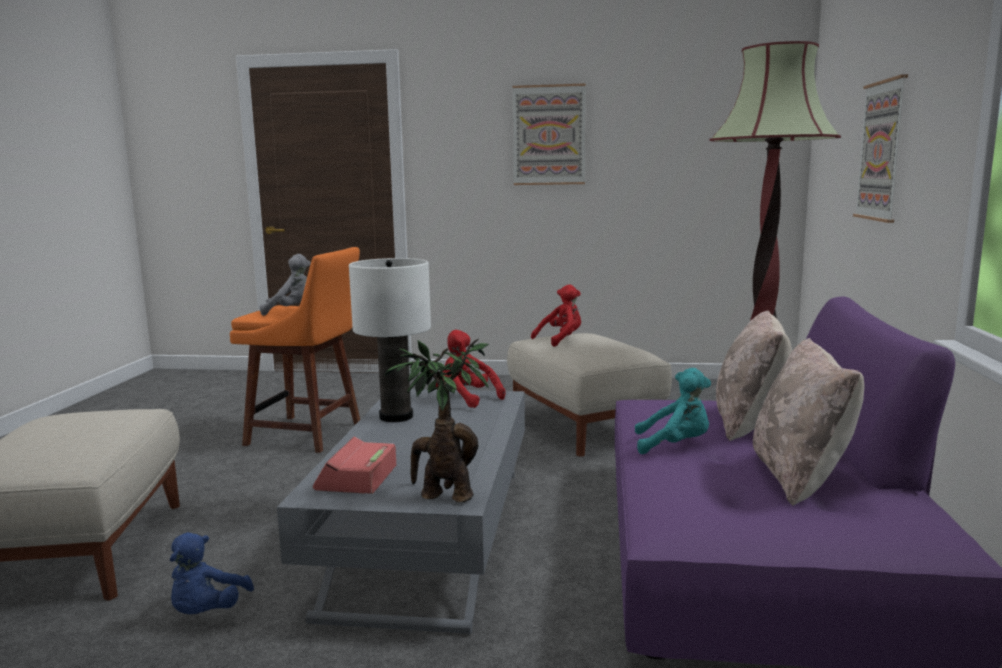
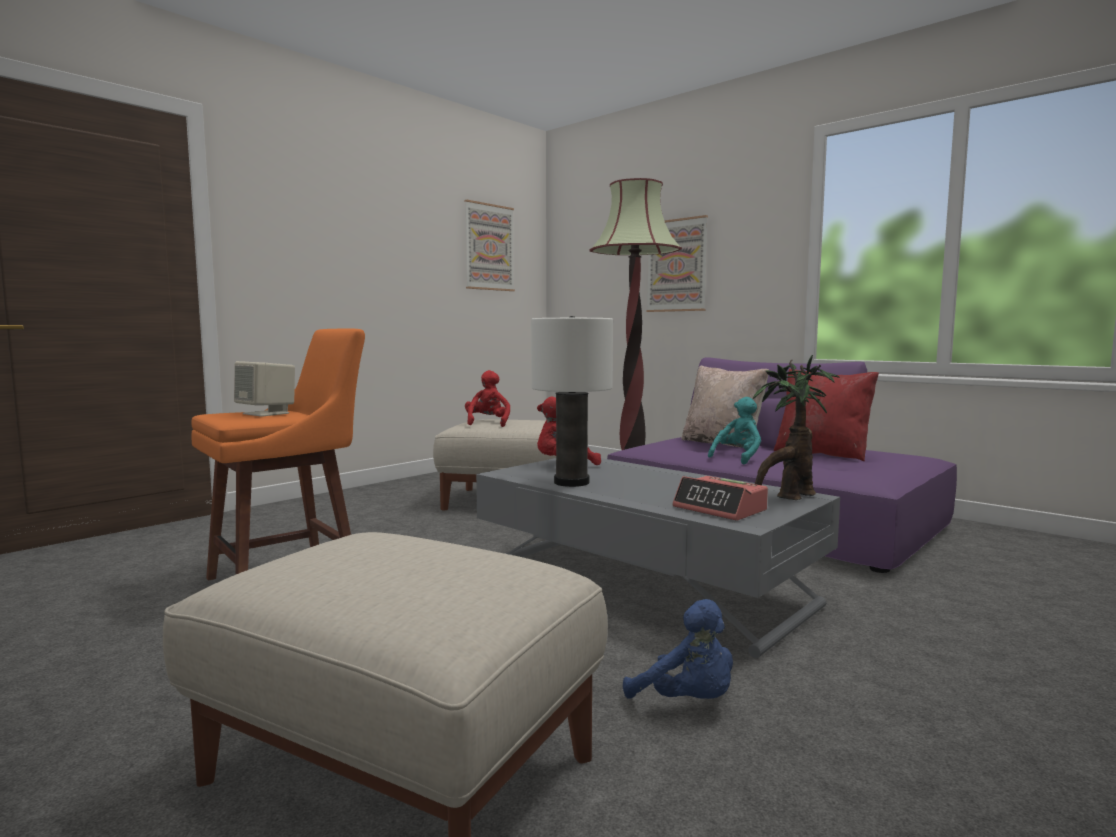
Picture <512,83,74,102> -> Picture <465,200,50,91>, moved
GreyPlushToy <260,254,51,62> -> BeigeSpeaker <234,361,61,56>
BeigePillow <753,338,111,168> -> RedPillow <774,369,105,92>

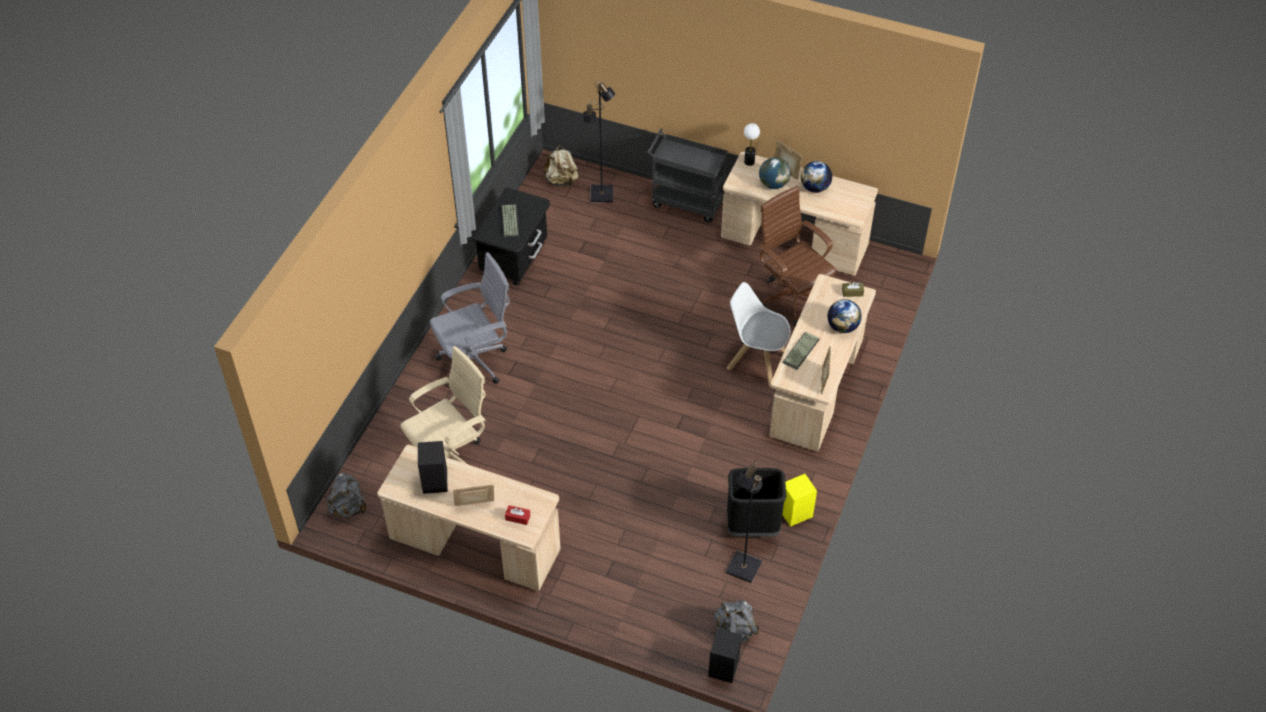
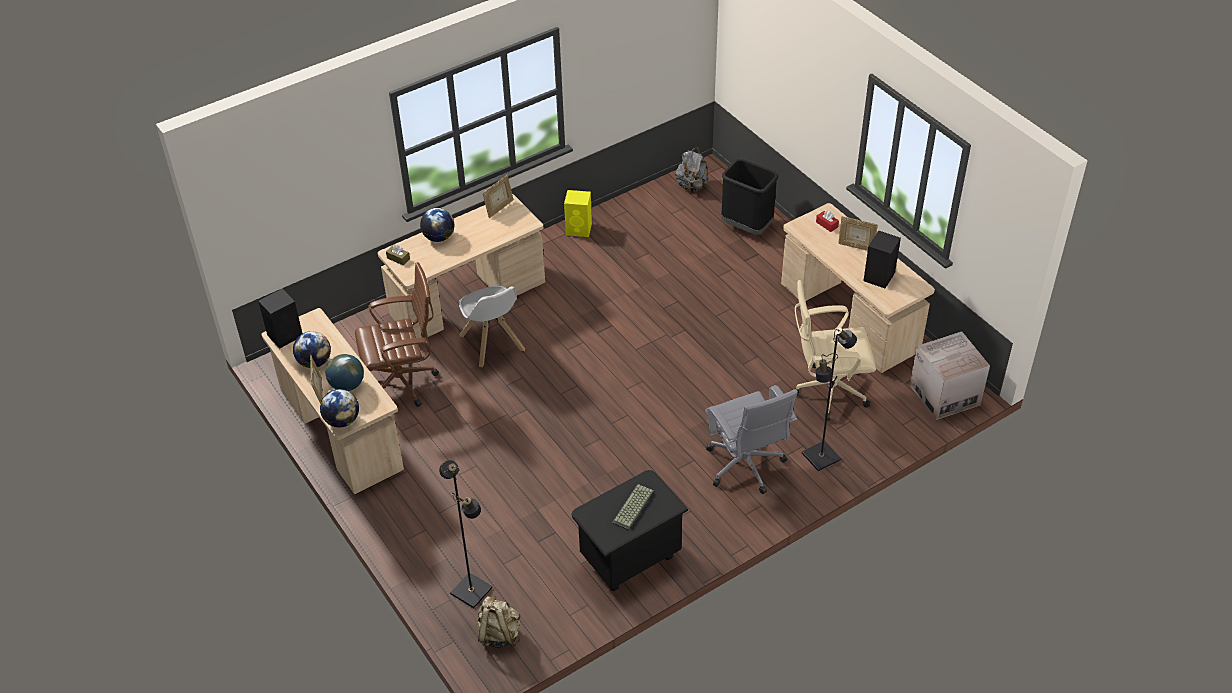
TableLamp <744,123,16,43> -> Globe <320,389,39,39>
GreyCart <647,129,81,94> -> none
BrownOfficeChair <757,186,79,140> -> BrownOfficeChair <355,262,84,145>, 105 degrees counterclockwise
GreyOfficeChair <430,252,80,132> -> GreyOfficeChair <705,385,93,109>, 120 degrees counterclockwise
Keyboard <783,332,37,38> -> none
BlackFloorLamp <726,461,36,122> -> BlackFloorLamp <802,328,55,144>, moved
BlackTrashCan <727,468,59,69> -> BlackTrashCan <721,159,57,76>, moved
GreyBackpack <326,473,40,45> -> CardboardBox <910,332,80,88>
BlackSpeaker <708,628,34,55> -> BlackSpeaker <258,289,45,60>, moved

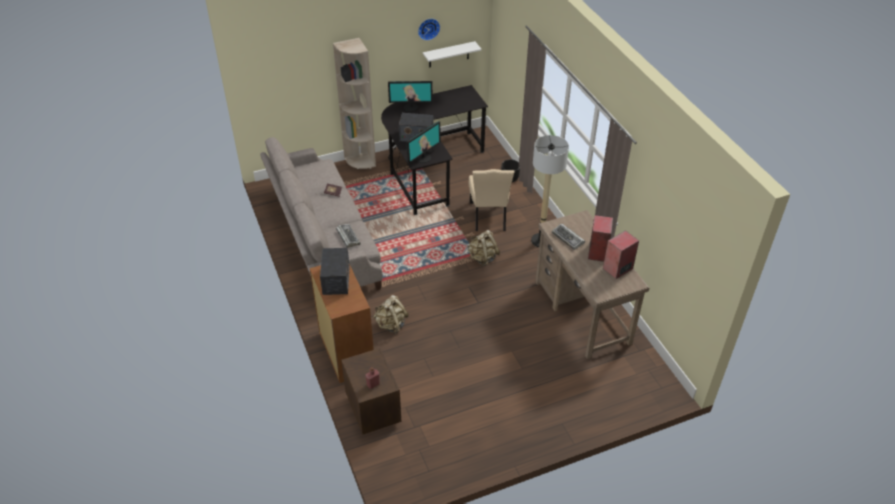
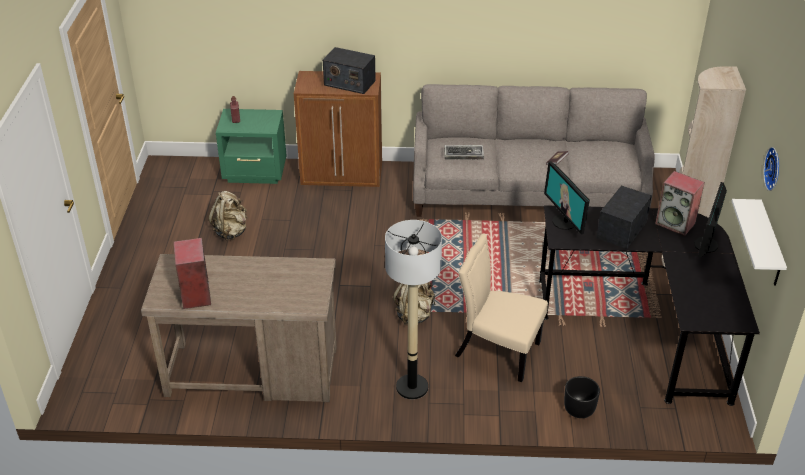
Speaker <588,215,25,47> -> Speaker <655,171,50,65>, moved
Keyboard <552,224,33,26> -> none
BeigeBackpack <373,295,36,39> -> BeigeBackpack <209,191,38,49>, moved
BrownNightstand <341,348,60,87> -> GreenNightstand <216,109,71,75>

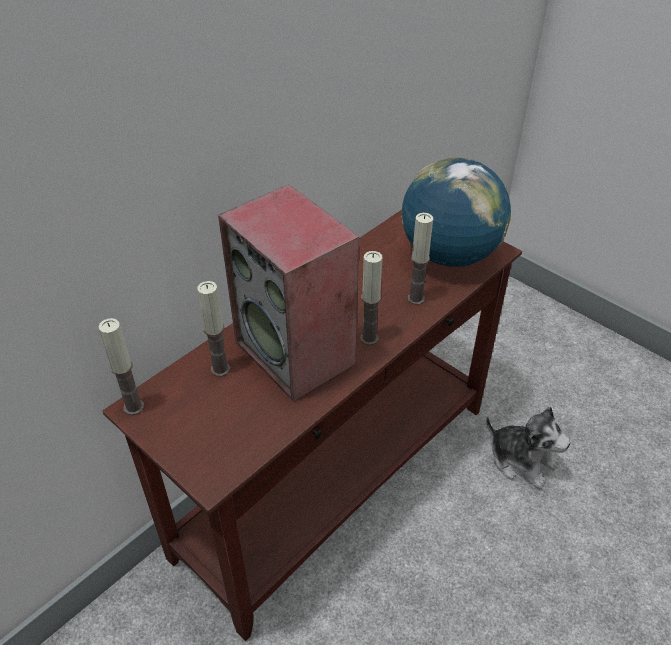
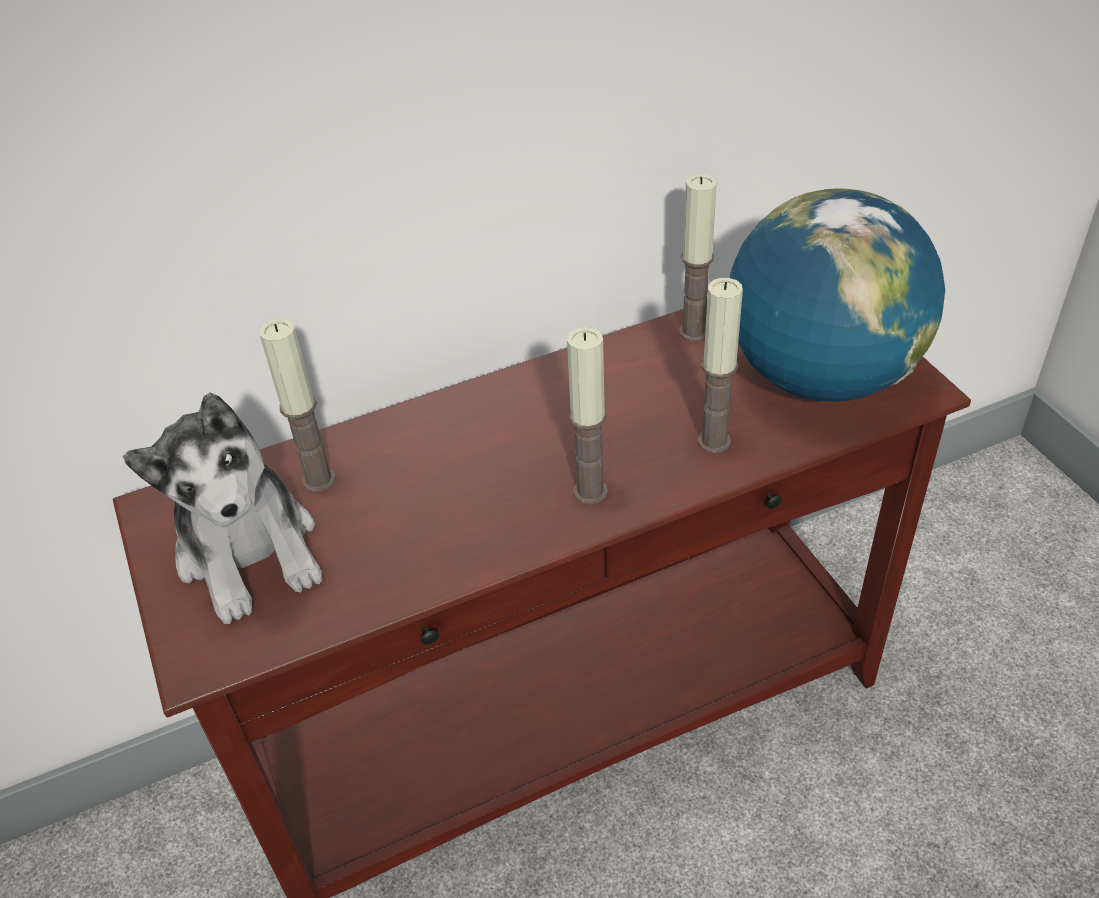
Speaker <218,184,141,218> -> none
Candle <98,318,46,97> -> Candle <679,174,38,167>, moved
PlushToy <486,407,85,82> -> PlushToy <123,393,200,231>, moved

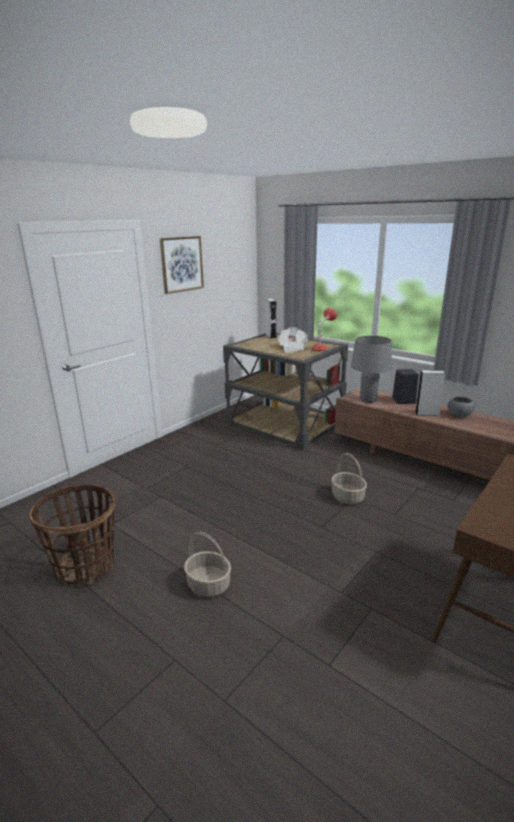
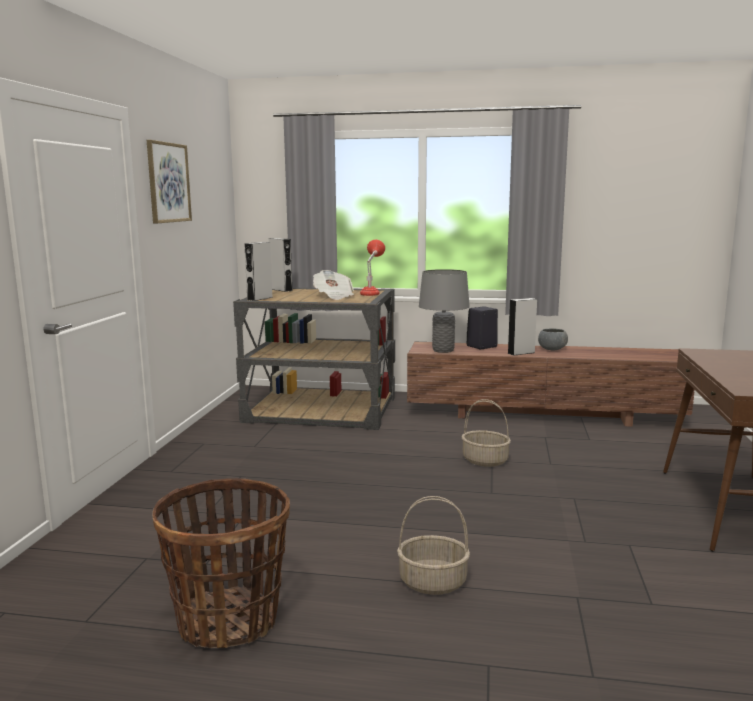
none -> GreySpeaker <244,242,29,59>

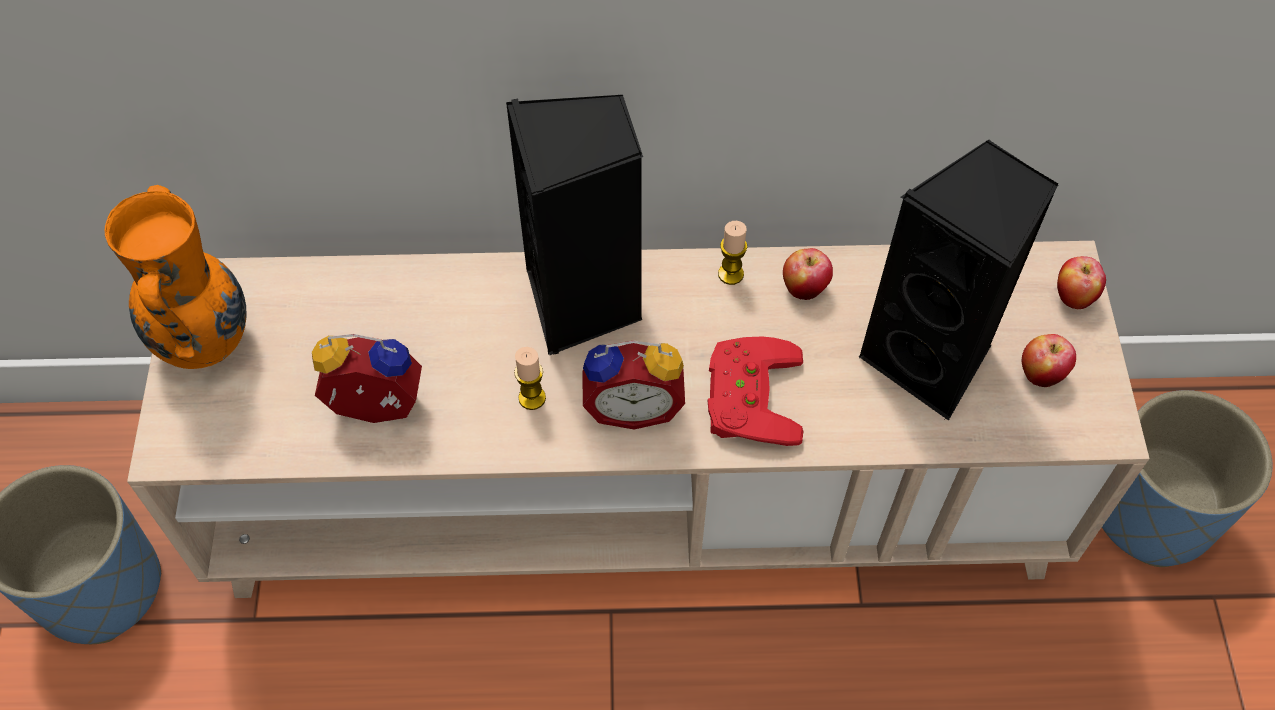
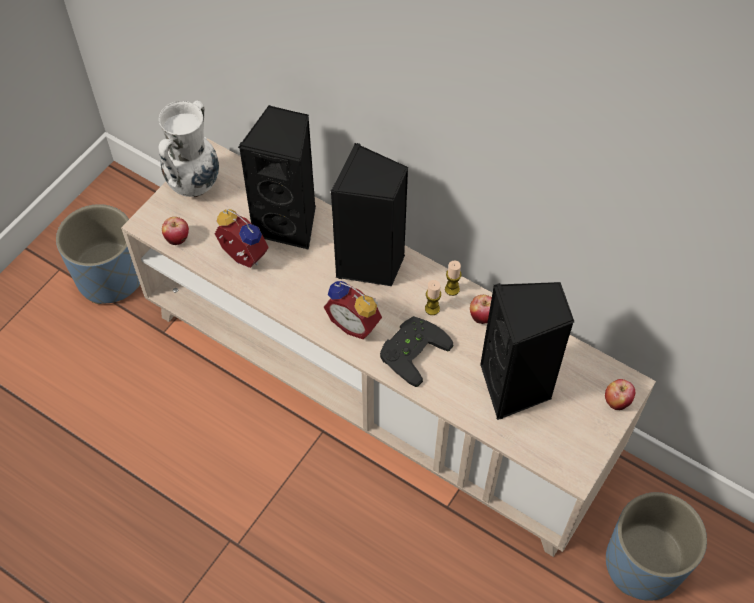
OrangeVase <105,185,142,184> -> WhiteVase <158,100,61,97>
Apple <1022,334,54,53> -> Apple <162,217,27,28>, moved
RedGameController <708,336,95,110> -> BlackGameController <380,316,74,71>
Candle <514,347,32,63> -> Candle <425,280,16,35>, moved
none -> BlackSpeaker <238,105,78,145>

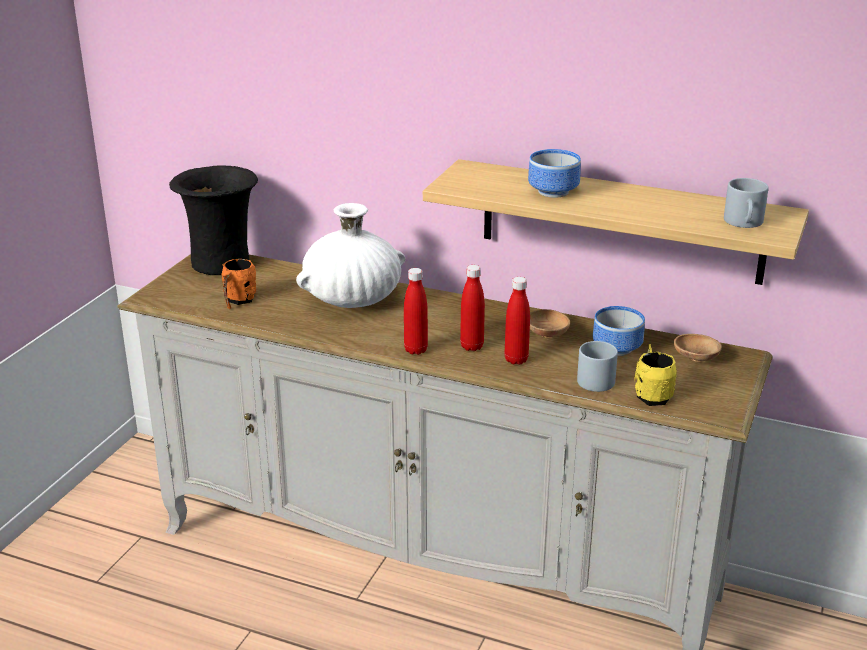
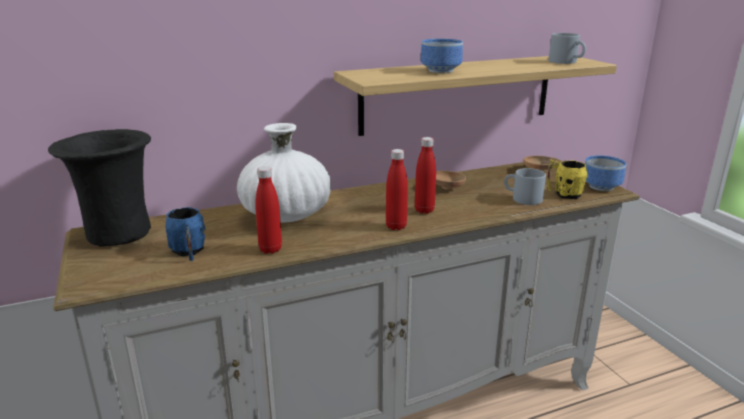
OrangeMug <221,259,35,50> -> BlueMug <165,207,41,54>
RedBottle <505,277,25,88> -> RedBottle <255,166,27,88>, moved
Bowl <593,306,52,50> -> Bowl <585,155,41,36>, moved

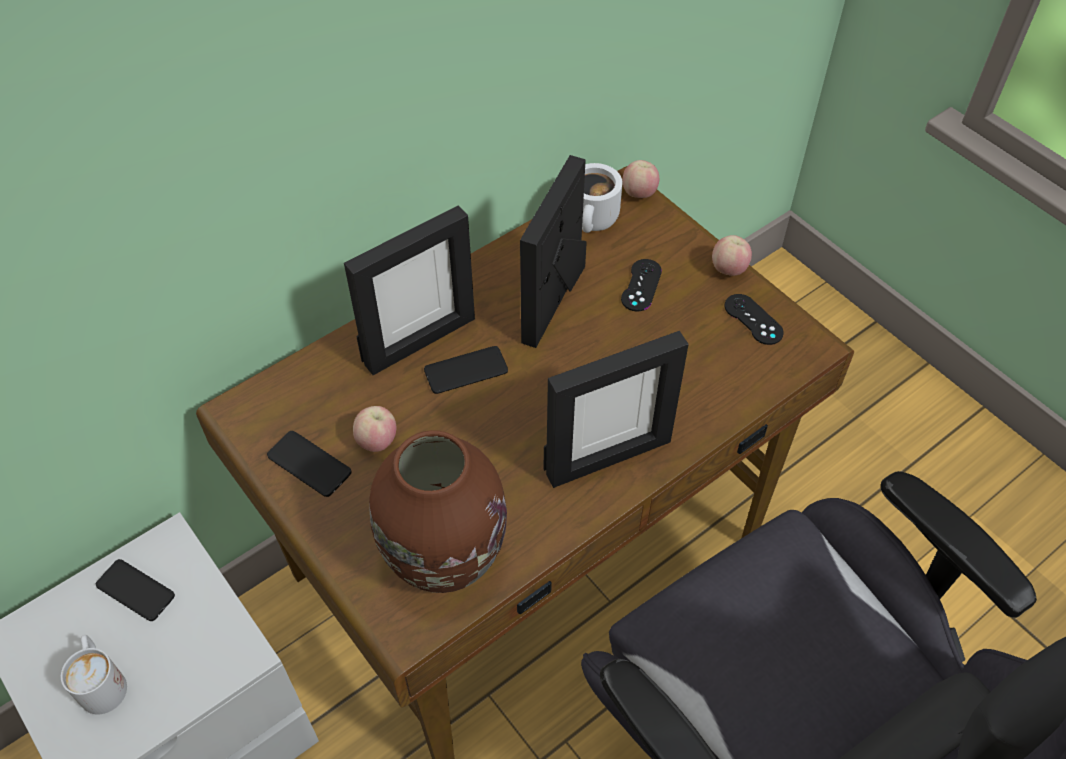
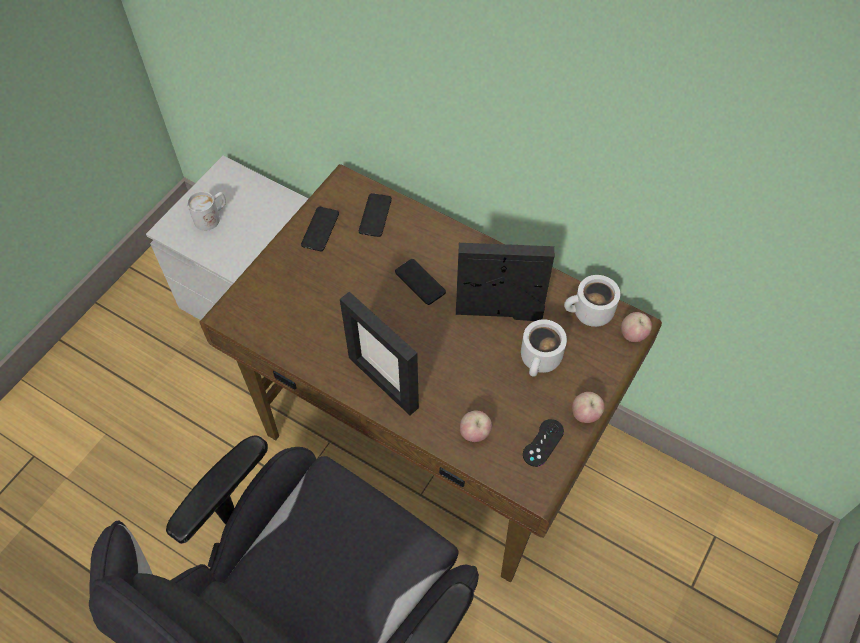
PictureFrame <344,205,131,170> -> none
BlackGameController <621,259,41,53> -> WhiteMug <521,319,46,58>
Apple <353,406,43,46> -> Apple <460,410,32,32>, moved
BrownVase <369,430,138,163> -> none
Phone <96,559,79,62> -> Phone <359,193,33,44>, moved

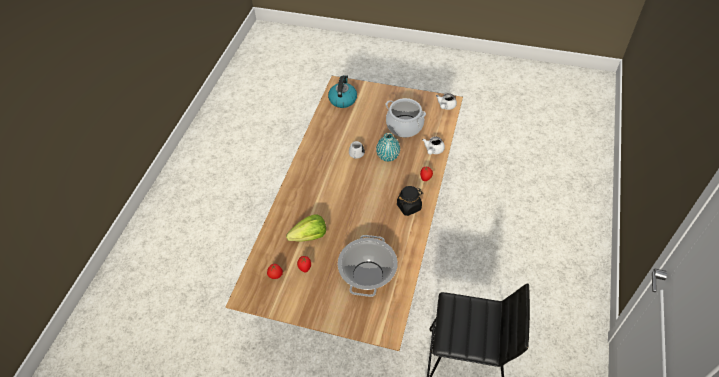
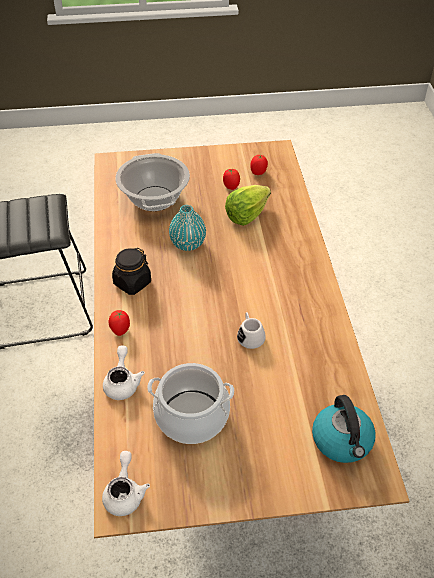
TurquoiseVase <376,133,24,28> -> TurquoiseVase <169,205,37,46>, moved

